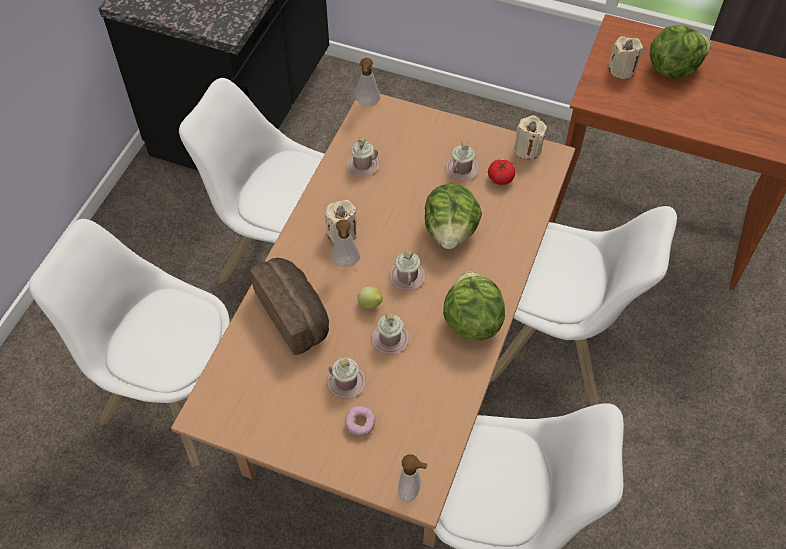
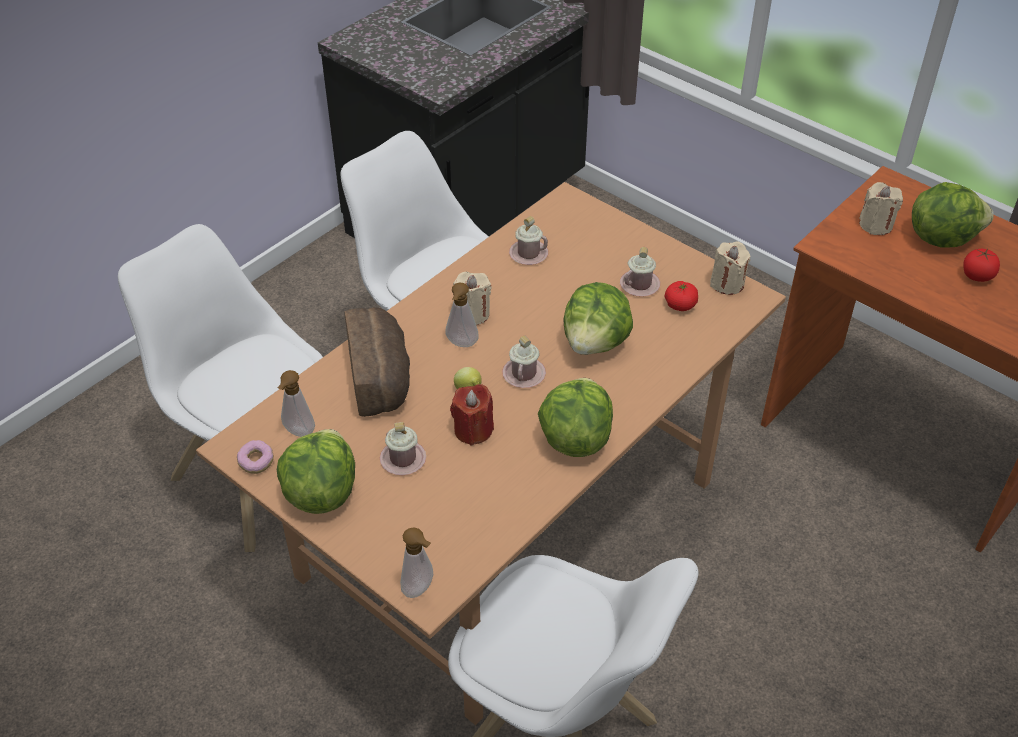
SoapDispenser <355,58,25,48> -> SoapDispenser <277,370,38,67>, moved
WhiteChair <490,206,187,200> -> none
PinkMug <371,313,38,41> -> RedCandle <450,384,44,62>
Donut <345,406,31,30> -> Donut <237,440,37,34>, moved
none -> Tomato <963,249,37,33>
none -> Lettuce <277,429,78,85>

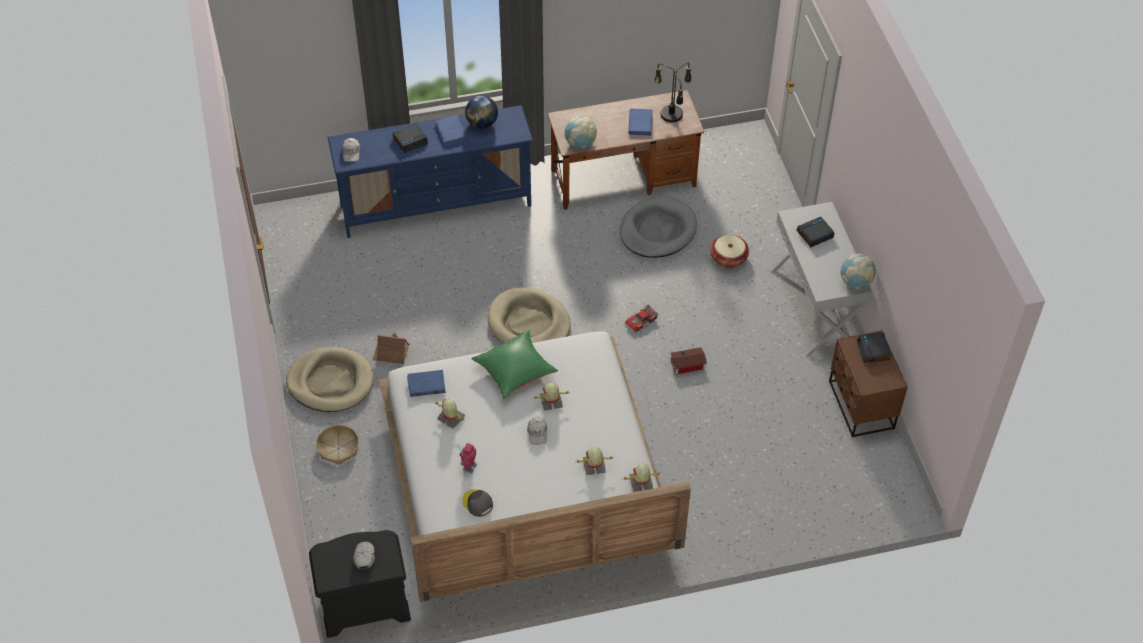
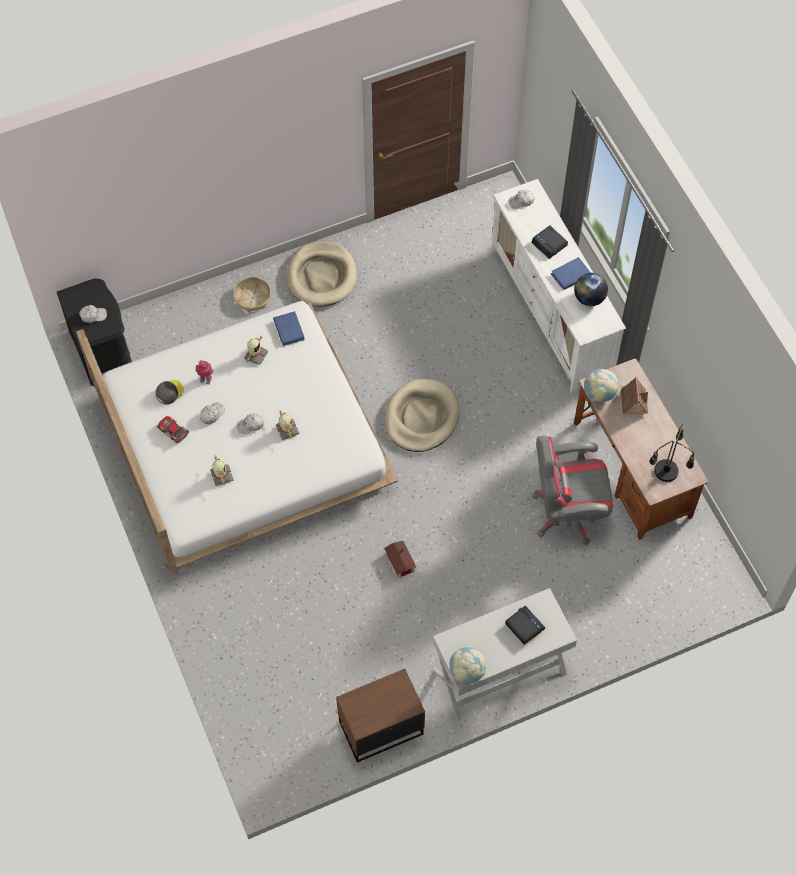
BlueDresser <328,105,205,133> -> WhiteDresser <491,179,135,215>
BlueBook <628,109,25,27> -> none
GreyDogBed <620,196,77,62> -> GreyOfficeChair <532,436,81,109>
Basket <710,235,39,33> -> none
ToyCar <624,304,34,30> -> ToyCar <157,416,32,27>, moved
GreenPillow <471,330,87,69> -> none
ToyHouse <373,333,37,31> -> ToyHouse <621,377,27,38>, moved
AlarmClock <857,333,34,30> -> none
ToyRobot <624,464,37,28> -> none
none -> WhiteCap <200,403,25,21>

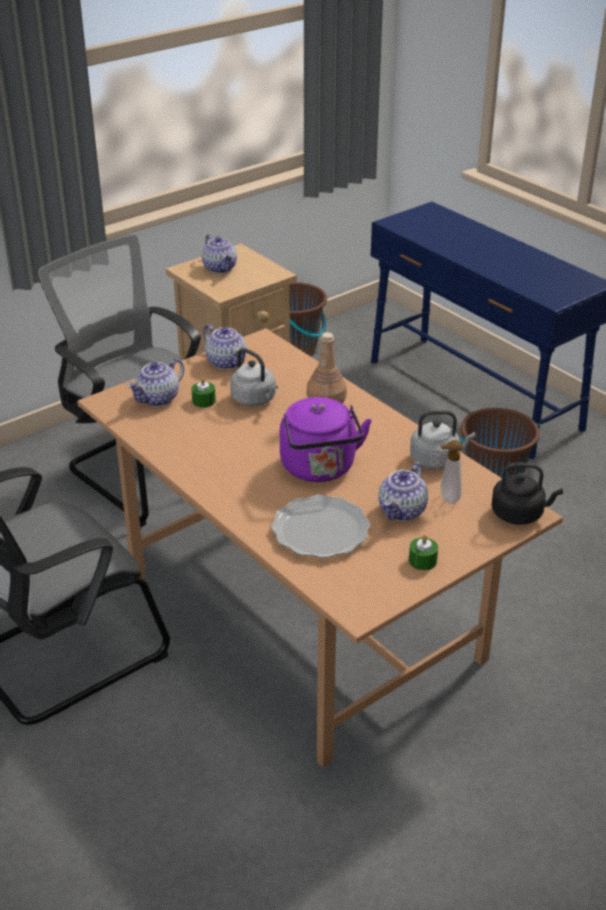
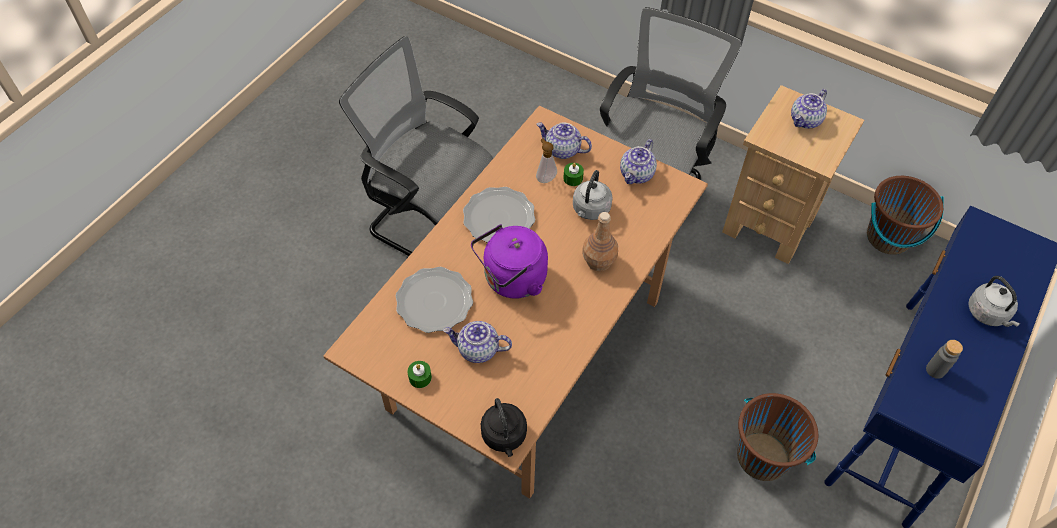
GreyKettle <410,410,66,59> -> GreyKettle <968,276,52,51>, moved
SoapDispenser <440,440,23,64> -> SoapDispenser <536,139,21,44>, moved
none -> Plate <463,187,72,56>
none -> GreyBottle <926,340,37,39>

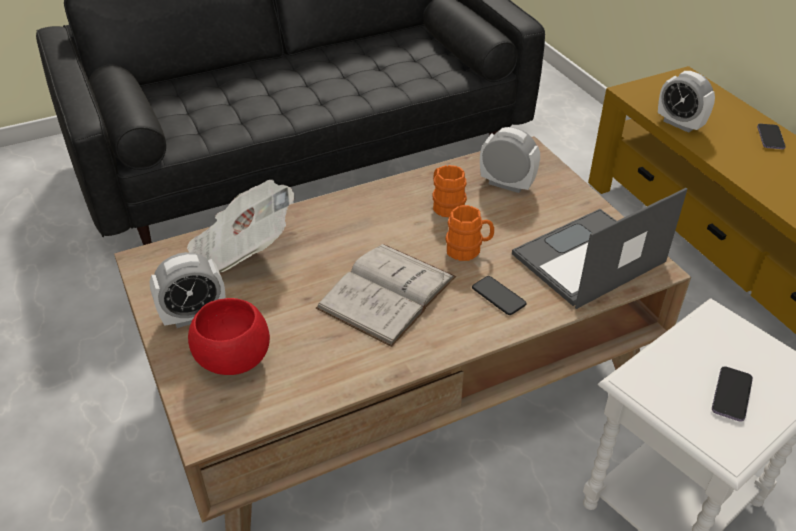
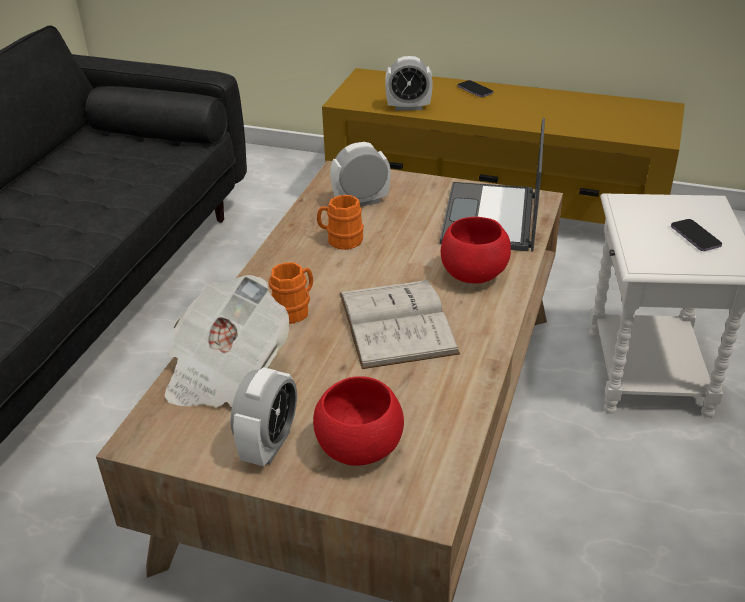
OrangeMug <445,205,49,56> -> OrangeMug <269,262,44,62>, moved
Phone <472,276,55,39> -> RedBowl <441,217,70,66>

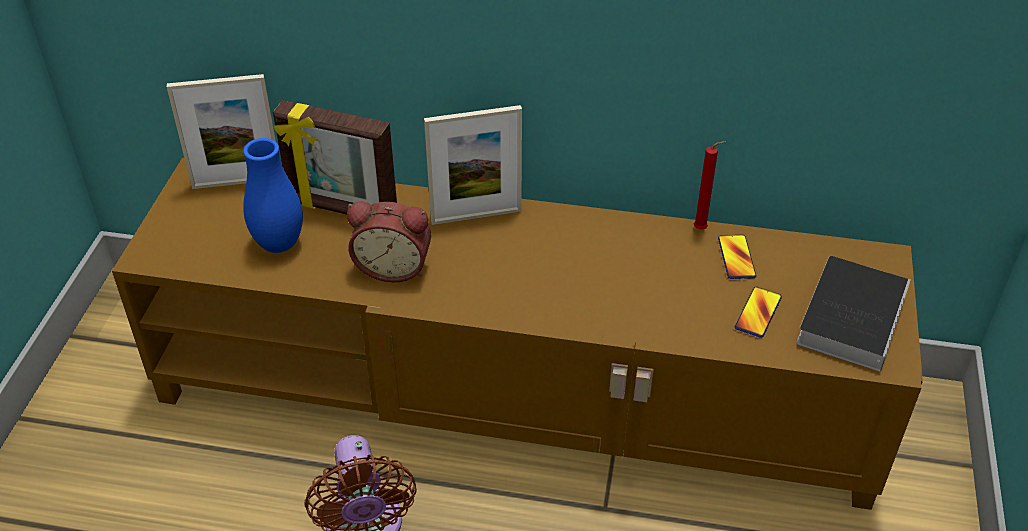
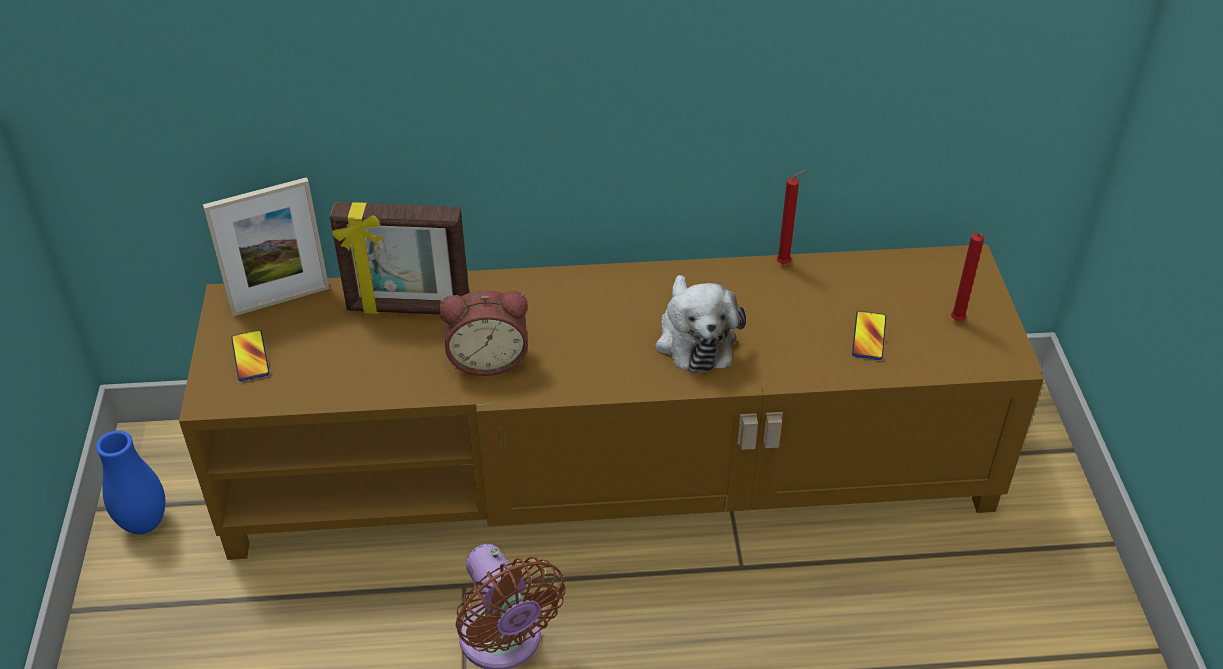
PictureFrame <424,105,98,120> -> none
BlueVase <243,138,60,115> -> BlueVase <96,431,69,103>, moved
Phone <718,235,38,44> -> Phone <231,330,39,51>, moved
Book <796,256,115,116> -> RedCandle <951,233,33,88>
none -> PlushToy <656,275,90,98>

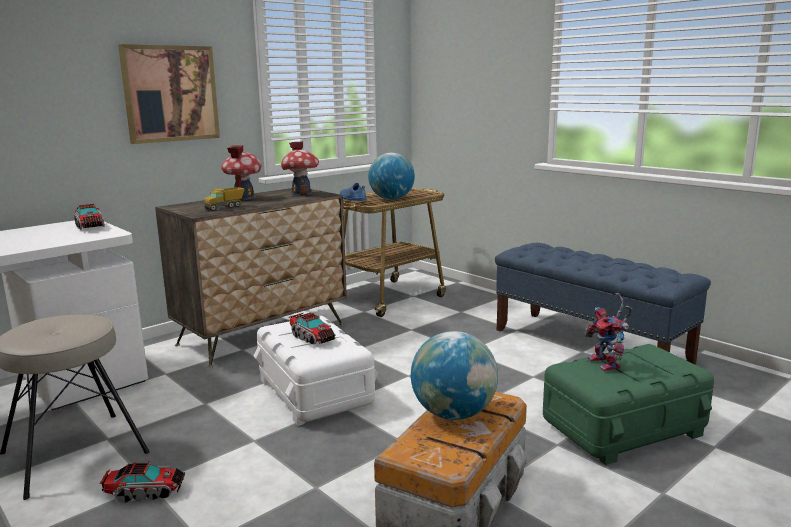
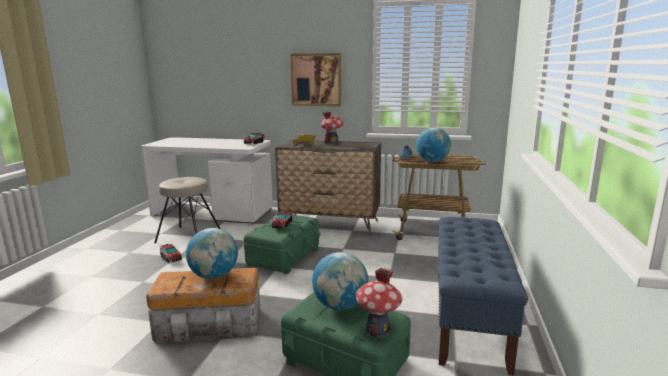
ToyHouse <281,141,38,55> -> ToyHouse <356,268,46,70>, moved
ToyRobot <585,293,48,78> -> Globe <312,252,57,58>
WhiteStorageBox <254,316,124,110> -> GreenStorageBox <244,215,77,59>

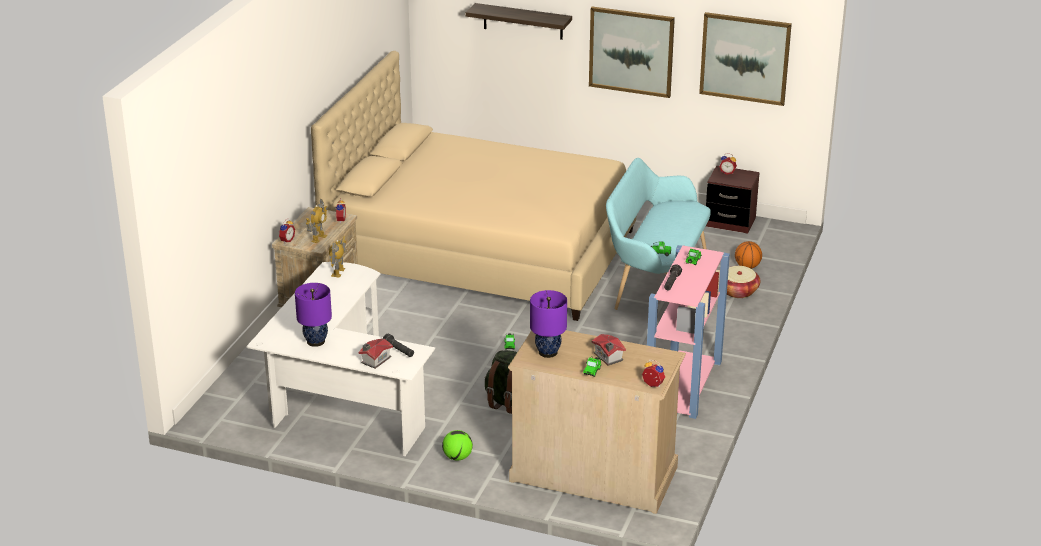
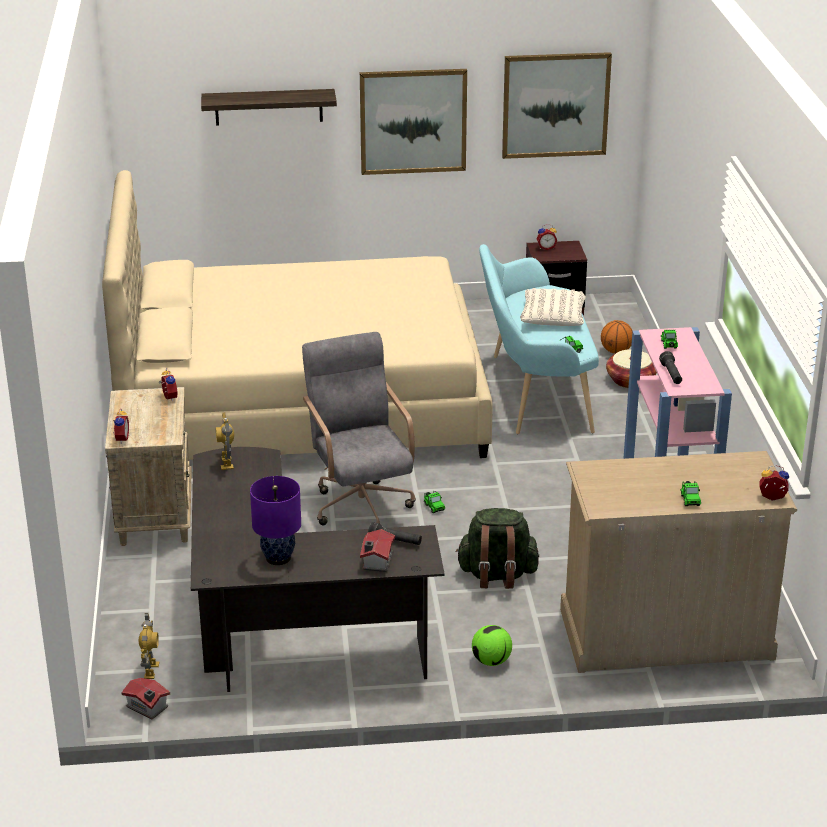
ToyRobot <306,199,22,44> -> ToyRobot <139,613,20,66>, moved
WhiteDesk <246,262,189,194> -> BlackDesk <191,447,254,245>
PurpleTableLamp <530,290,37,68> -> none
ToyHouse <592,334,34,32> -> ToyHouse <121,678,49,41>, moved
none -> BeigePillow <520,288,66,38>
none -> GreyOfficeChair <302,332,114,193>

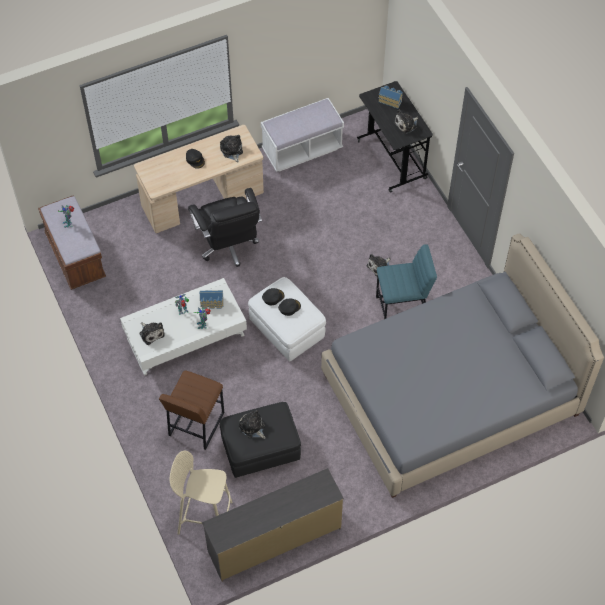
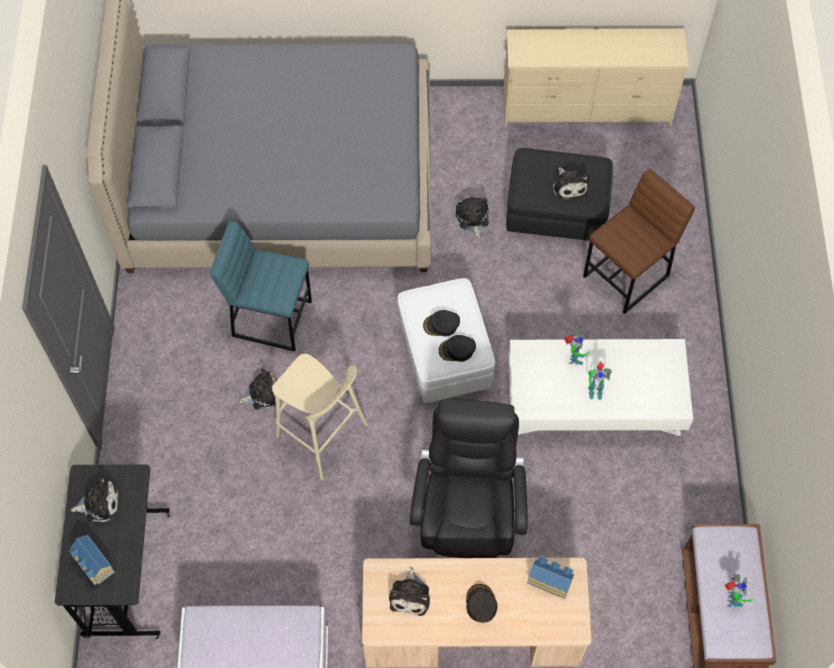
ToyHouse <200,290,24,19> -> ToyHouse <527,556,47,43>, moved
PlushToy <139,322,26,23> -> PlushToy <456,197,33,42>, moved
BeigeStool <170,451,63,84> -> BeigeStool <272,354,96,126>, moved
BlackDresser <202,468,142,114> -> BeigeDresser <503,29,186,97>

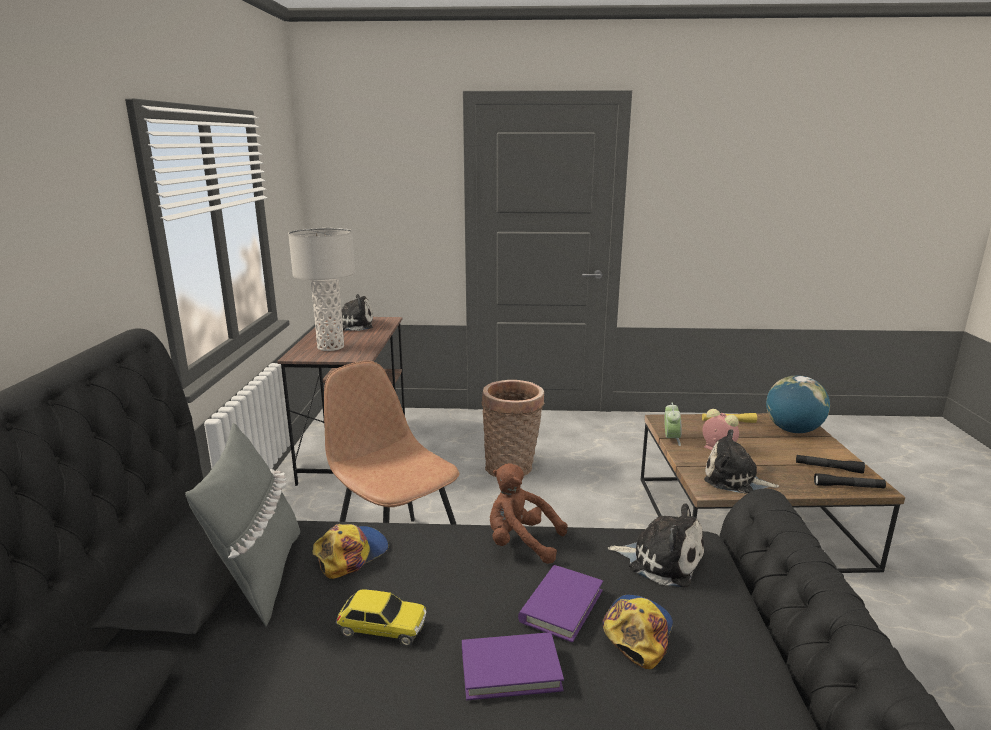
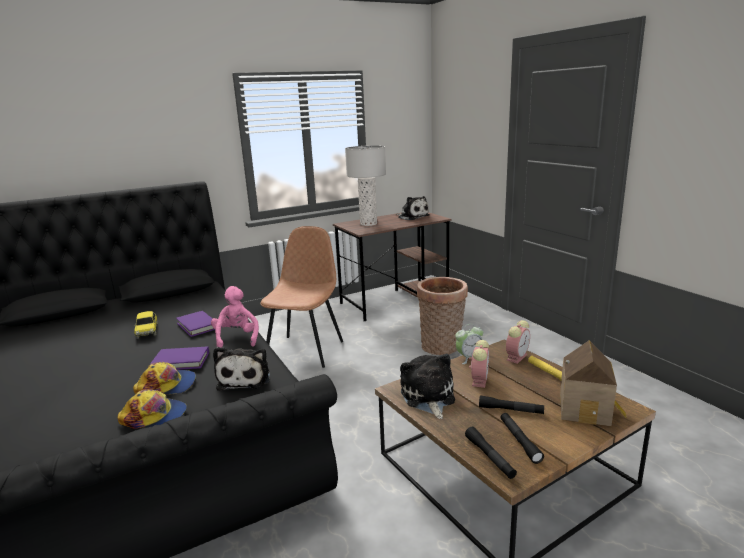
Globe <766,375,64,58> -> ToyHouse <560,340,67,86>
GreyPillow <185,423,115,204> -> none
BrownPlushToy <490,463,77,101> -> PinkPlushToy <211,286,48,61>
Cap <312,524,77,55> -> Cap <117,389,70,40>, moved
PurpleBook <462,632,102,68> -> PurpleBook <176,311,39,26>, moved
none -> AlarmClock <506,320,24,44>
none -> BlackFlashlight <479,395,65,19>

